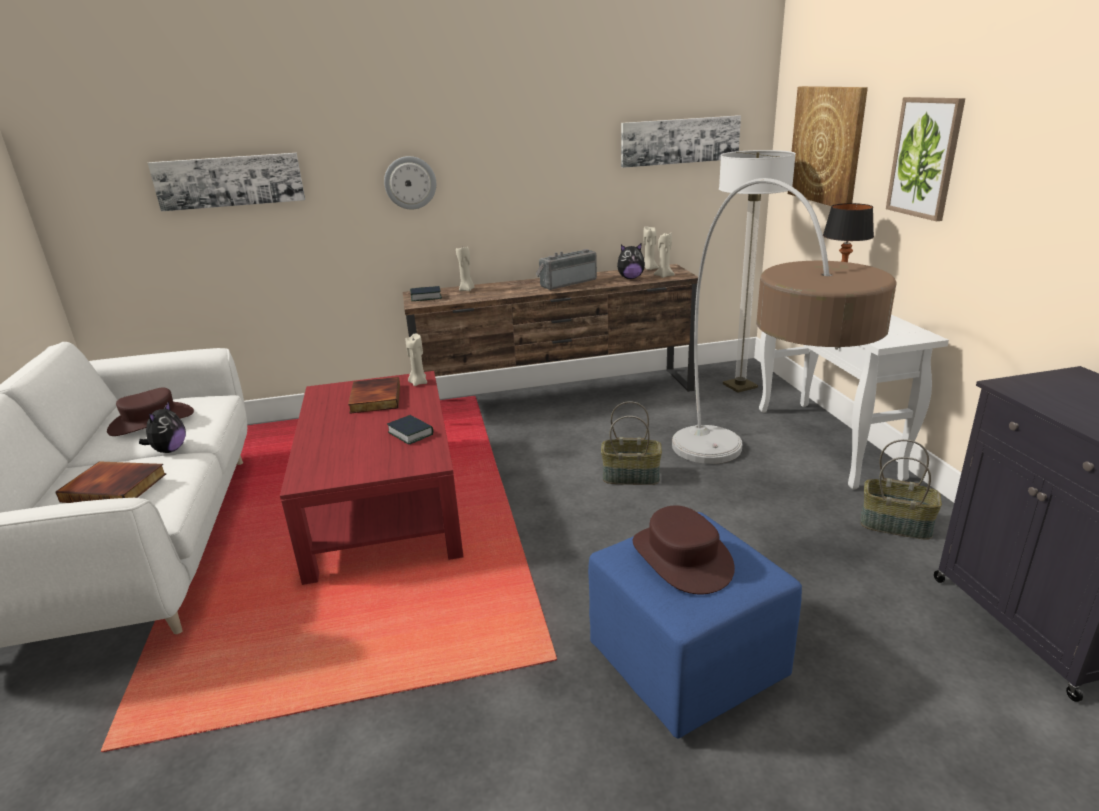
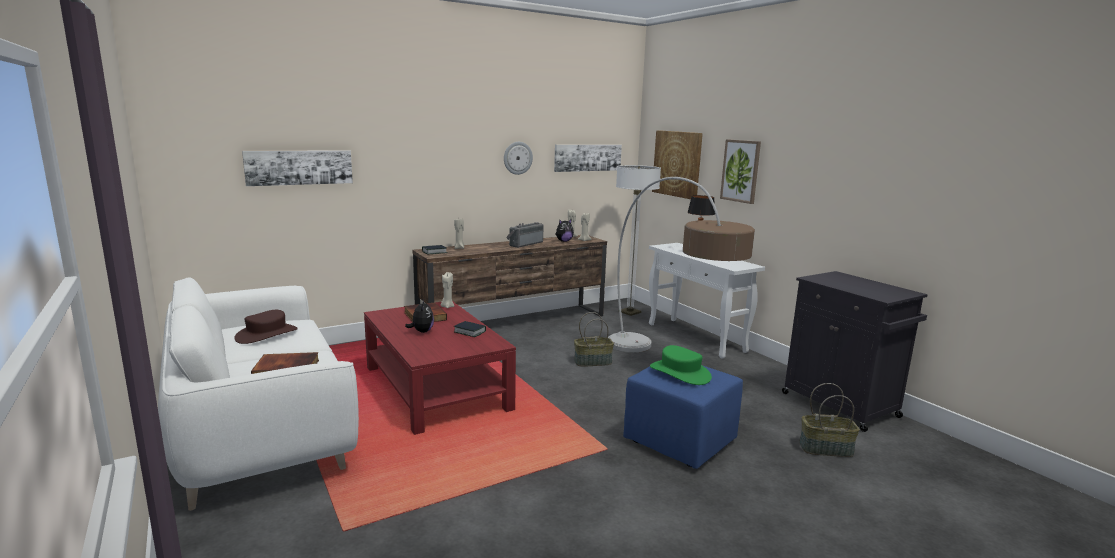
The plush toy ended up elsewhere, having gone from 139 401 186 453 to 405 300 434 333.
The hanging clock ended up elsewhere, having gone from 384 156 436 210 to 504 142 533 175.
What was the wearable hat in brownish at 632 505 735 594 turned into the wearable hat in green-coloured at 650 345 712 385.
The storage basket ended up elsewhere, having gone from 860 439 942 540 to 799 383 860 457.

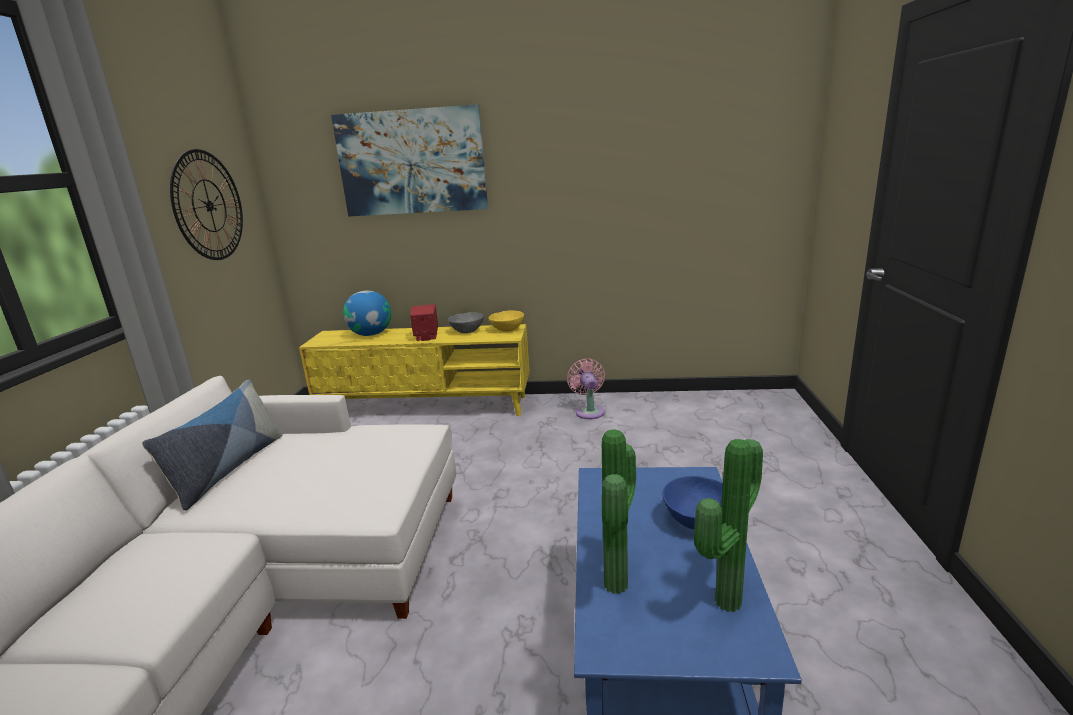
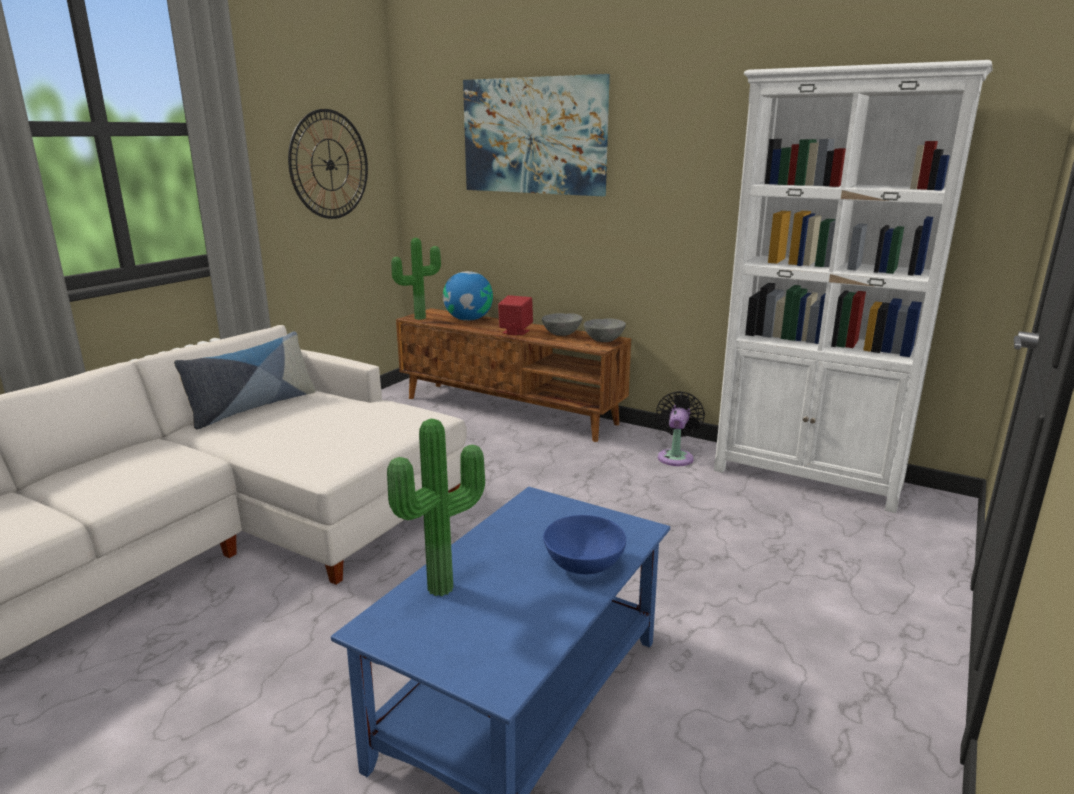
What was the tv stand in yellow at 299 324 530 416 turned into the tv stand in brownish at 396 308 631 442.
What was the bowl in yellow at 489 310 524 332 turned into the bowl in gray at 584 318 626 342.
What was the fan in pinkish at 567 359 605 419 turned into the fan in blackish at 656 391 705 466.
The plant in a pot ended up elsewhere, having gone from 694 439 763 612 to 391 238 441 320.
The second view gained the shelving unit in whitish at 714 60 993 513.

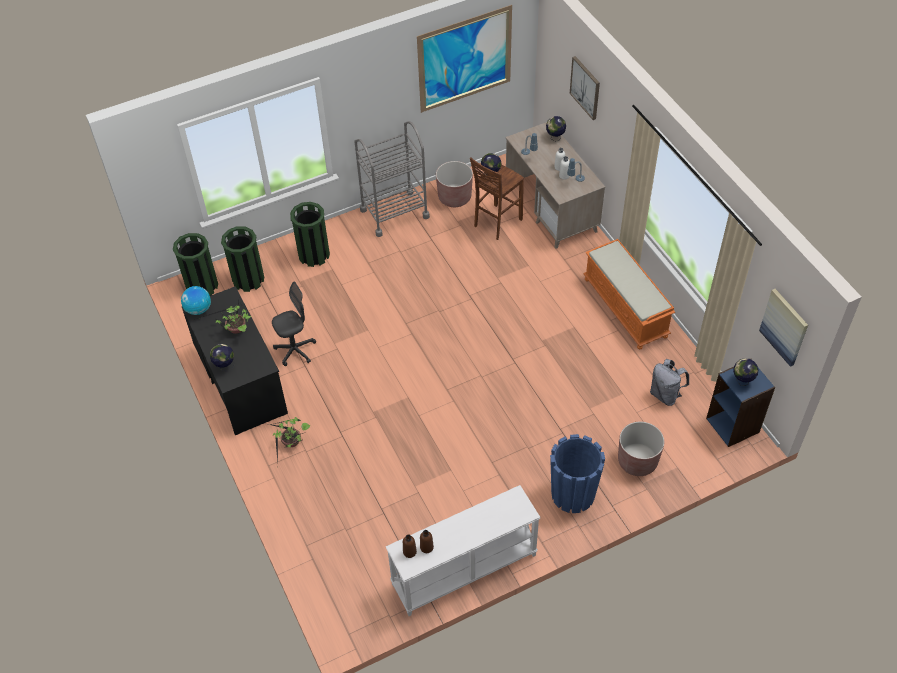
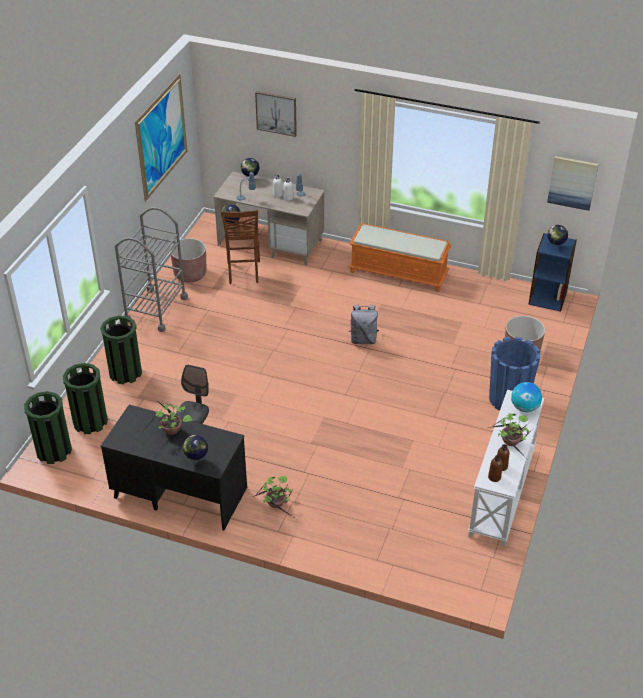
The world globe ended up elsewhere, having gone from 181 286 211 315 to 511 382 542 412.
The knapsack in gray ended up elsewhere, having gone from 650 359 690 406 to 349 304 379 344.
The second view gained the plant in a pot at 488 413 532 458.

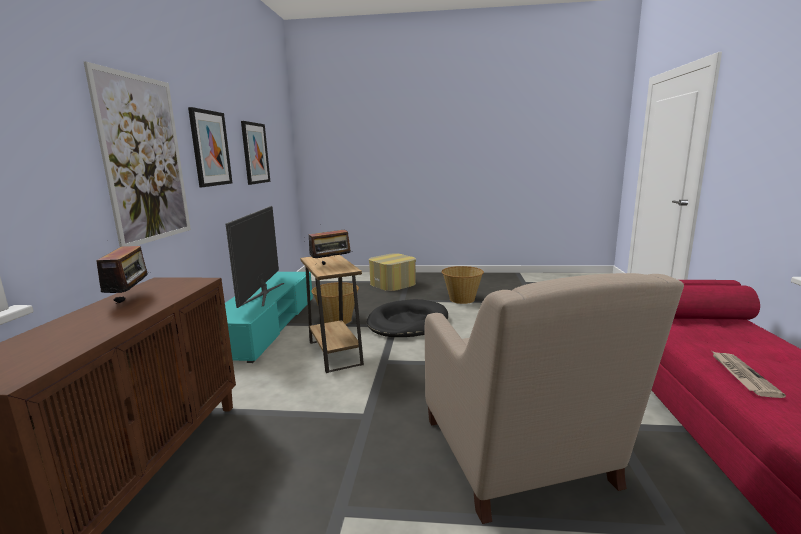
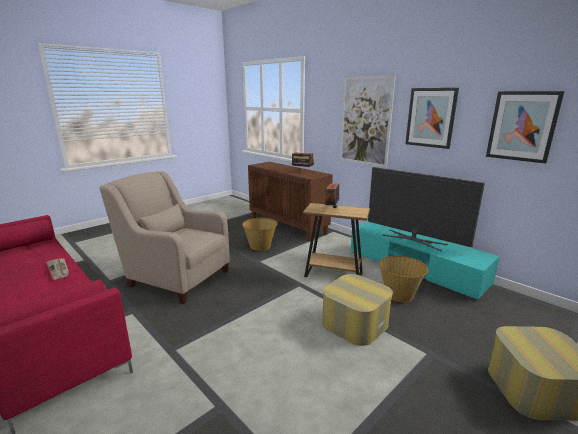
Where the dog cushion in blackish stood at 367 299 448 337, the pouffe came to stand at 322 274 393 346.
The storage basket ended up elsewhere, having gone from 442 266 484 304 to 242 218 278 251.

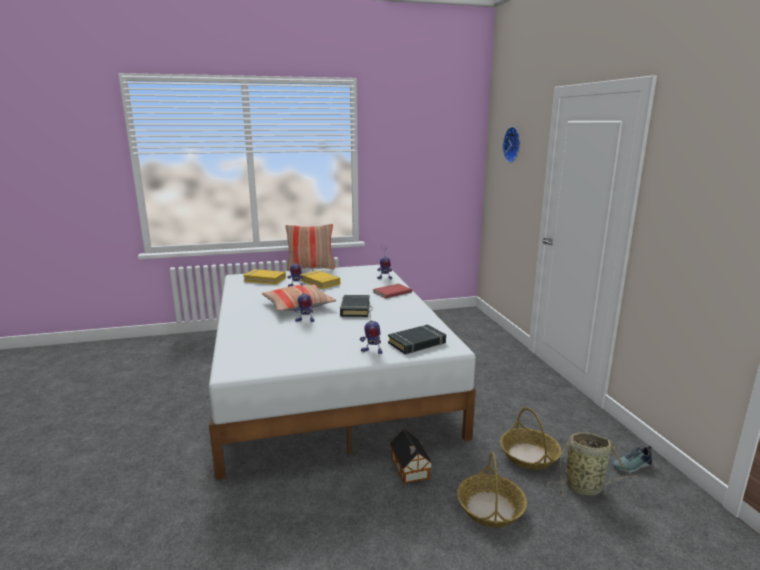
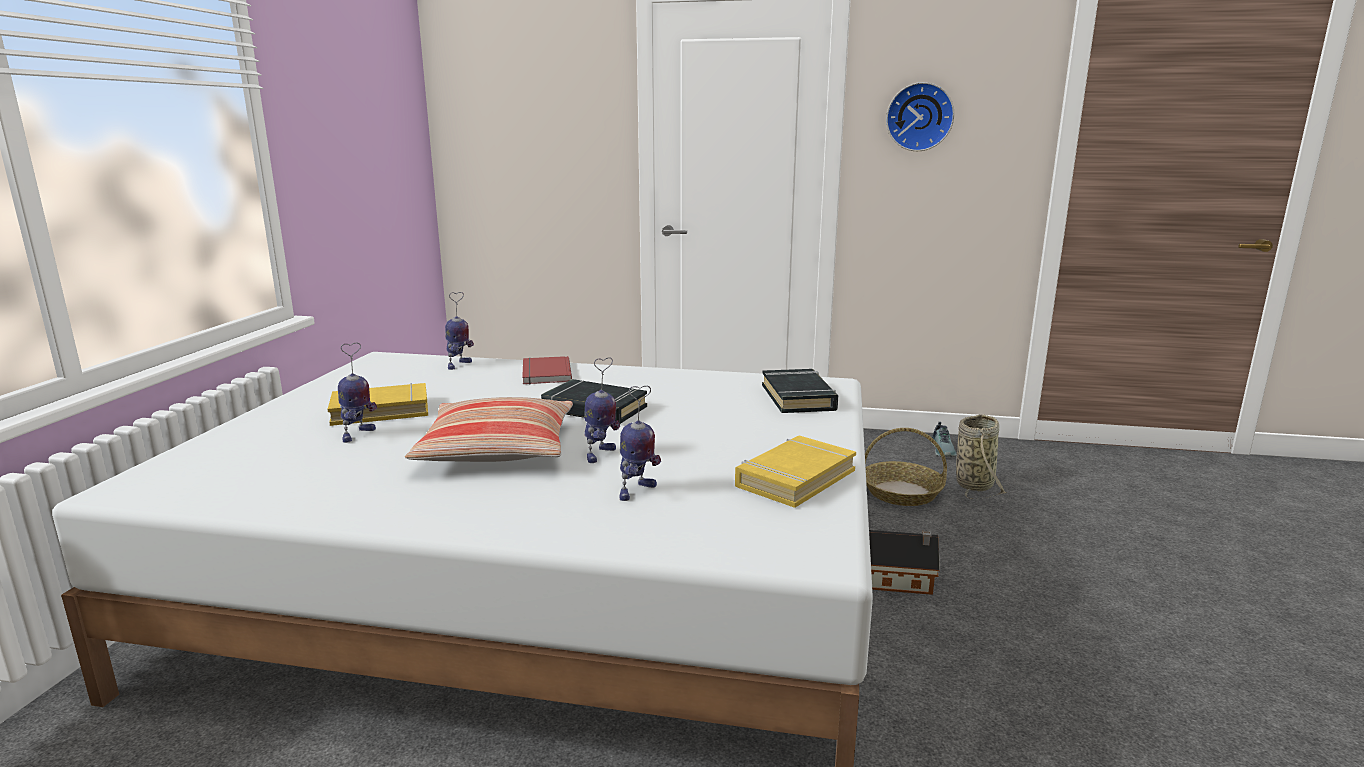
The book in yellow ended up elsewhere, having gone from 243 269 286 284 to 735 436 856 508.
The second view lost the cushion at 285 224 335 271.
The toy robot ended up elsewhere, having gone from 360 304 382 354 to 620 386 661 501.
The second view lost the storage basket at 457 452 527 527.
The hanging clock ended up elsewhere, having gone from 503 127 520 163 to 886 82 954 151.

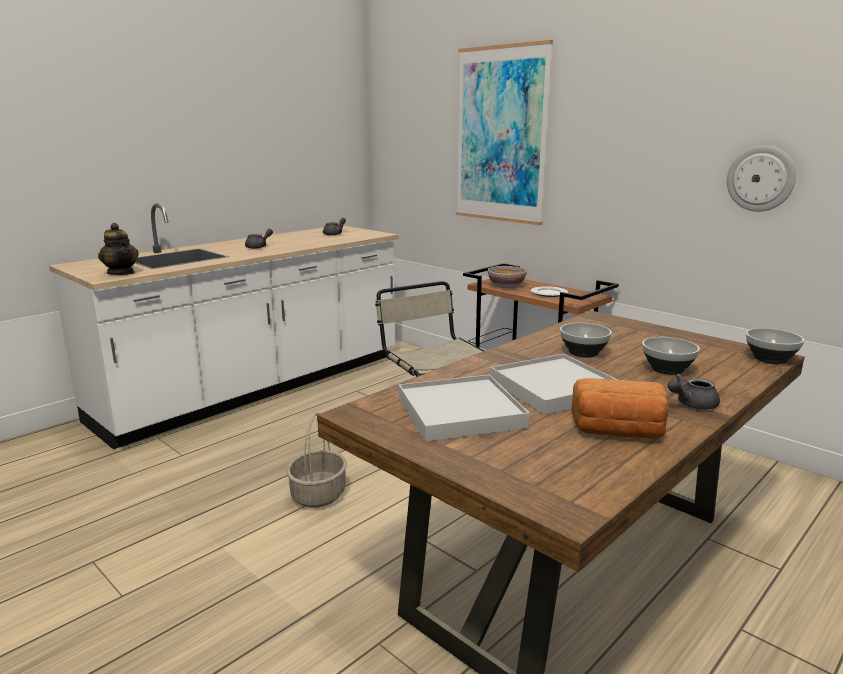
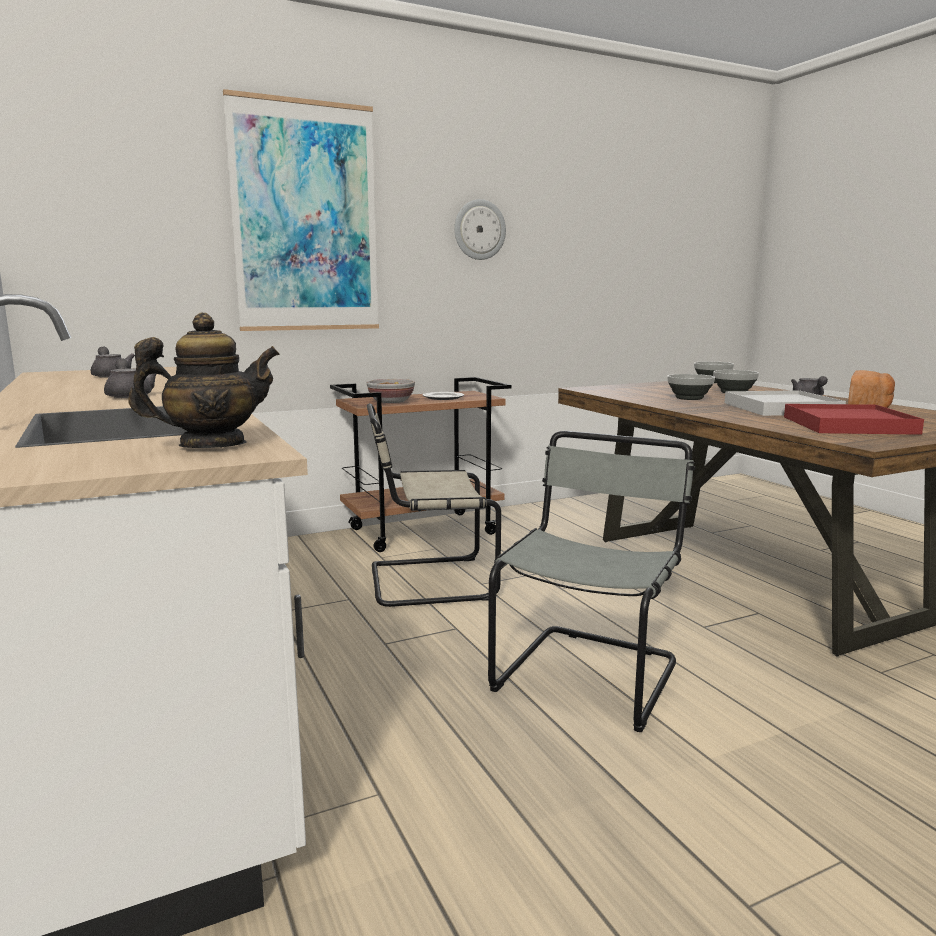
Where the storage basket stood at 286 413 347 508, the upright chair in gray came to stand at 488 431 696 732.
What was the serving tray in whitish at 398 375 530 442 turned into the serving tray in reddish at 784 404 924 435.
The hanging clock ended up elsewhere, having gone from 727 145 796 212 to 454 199 506 260.

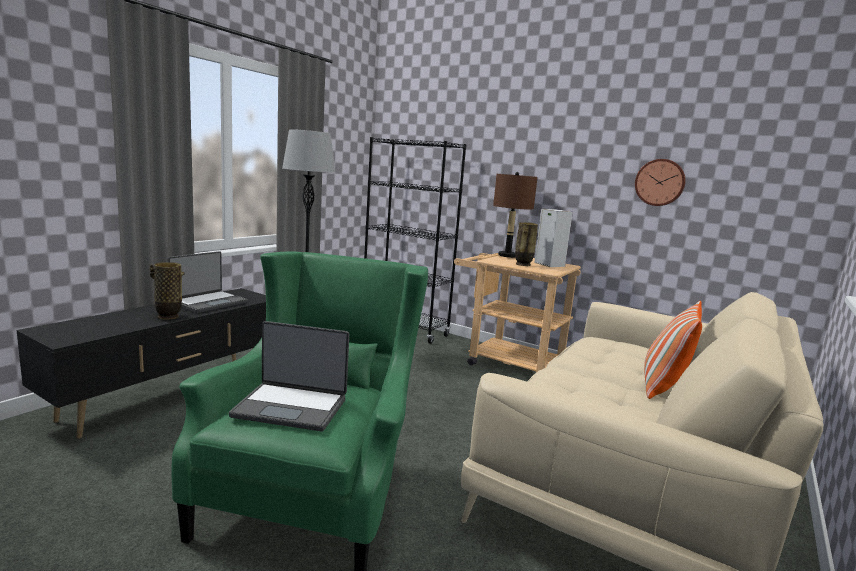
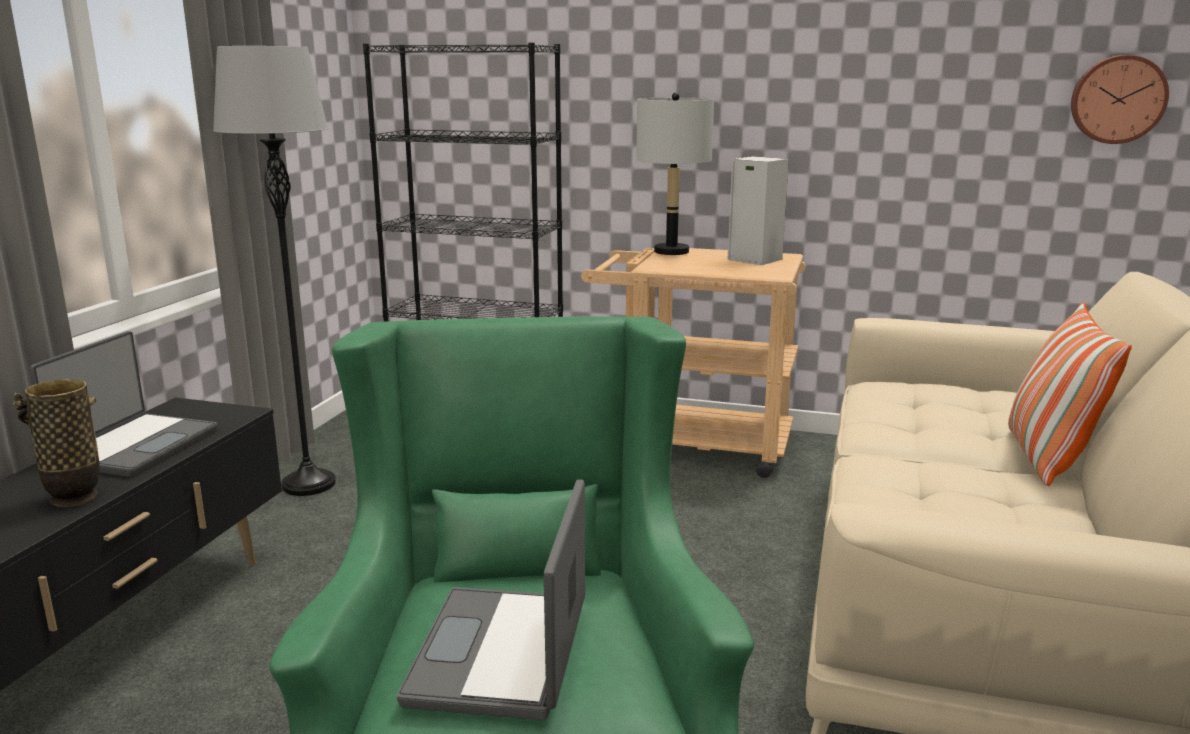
The notebook computer at 229 321 349 431 ended up facing another way, 105 degrees clockwise from before.
What was the lamp for a table in brownish at 493 172 538 258 turned into the lamp for a table in gray at 636 92 714 255.
The second view lost the decorative vase at 515 222 538 266.
The hanging clock ended up elsewhere, having gone from 635 159 686 206 to 1071 55 1169 144.

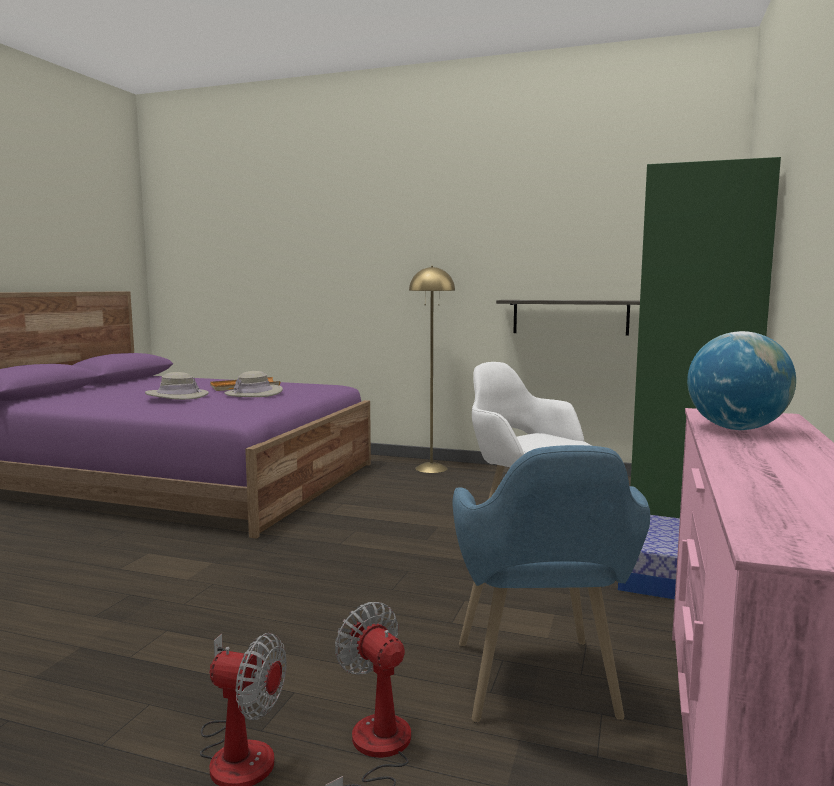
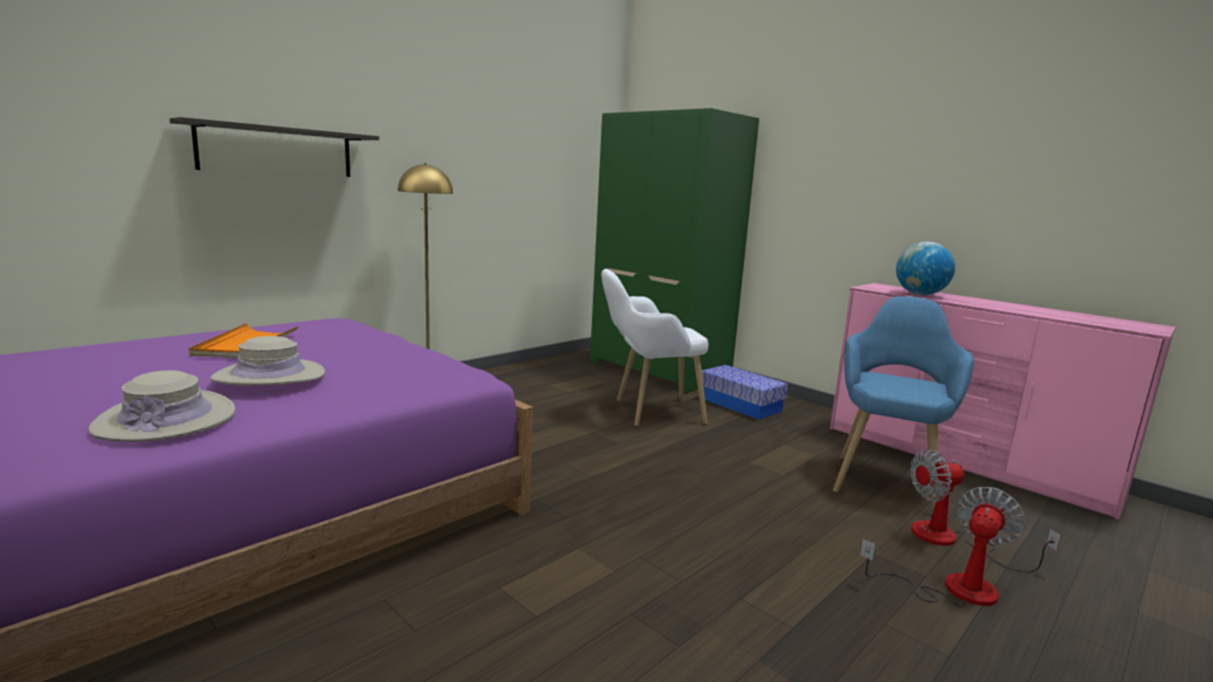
The wearable hat in beige ended up elsewhere, having gone from 225 371 283 397 to 88 370 236 442.
The easy chair in blue-coloured at 453 445 650 723 ended up facing another way, 90 degrees counterclockwise from before.
The bracket shelf ended up elsewhere, having gone from 496 300 640 336 to 169 117 379 177.

